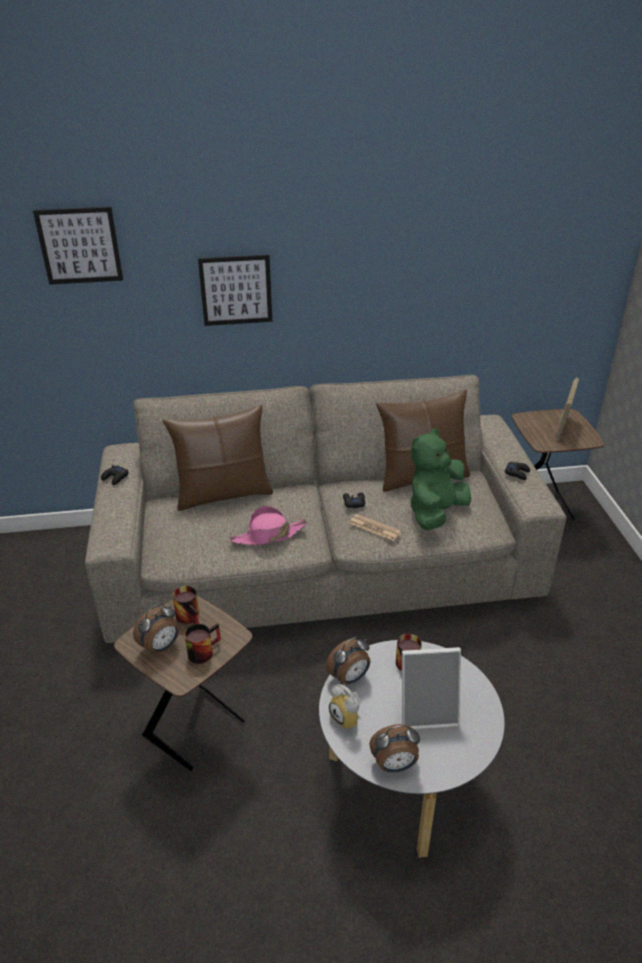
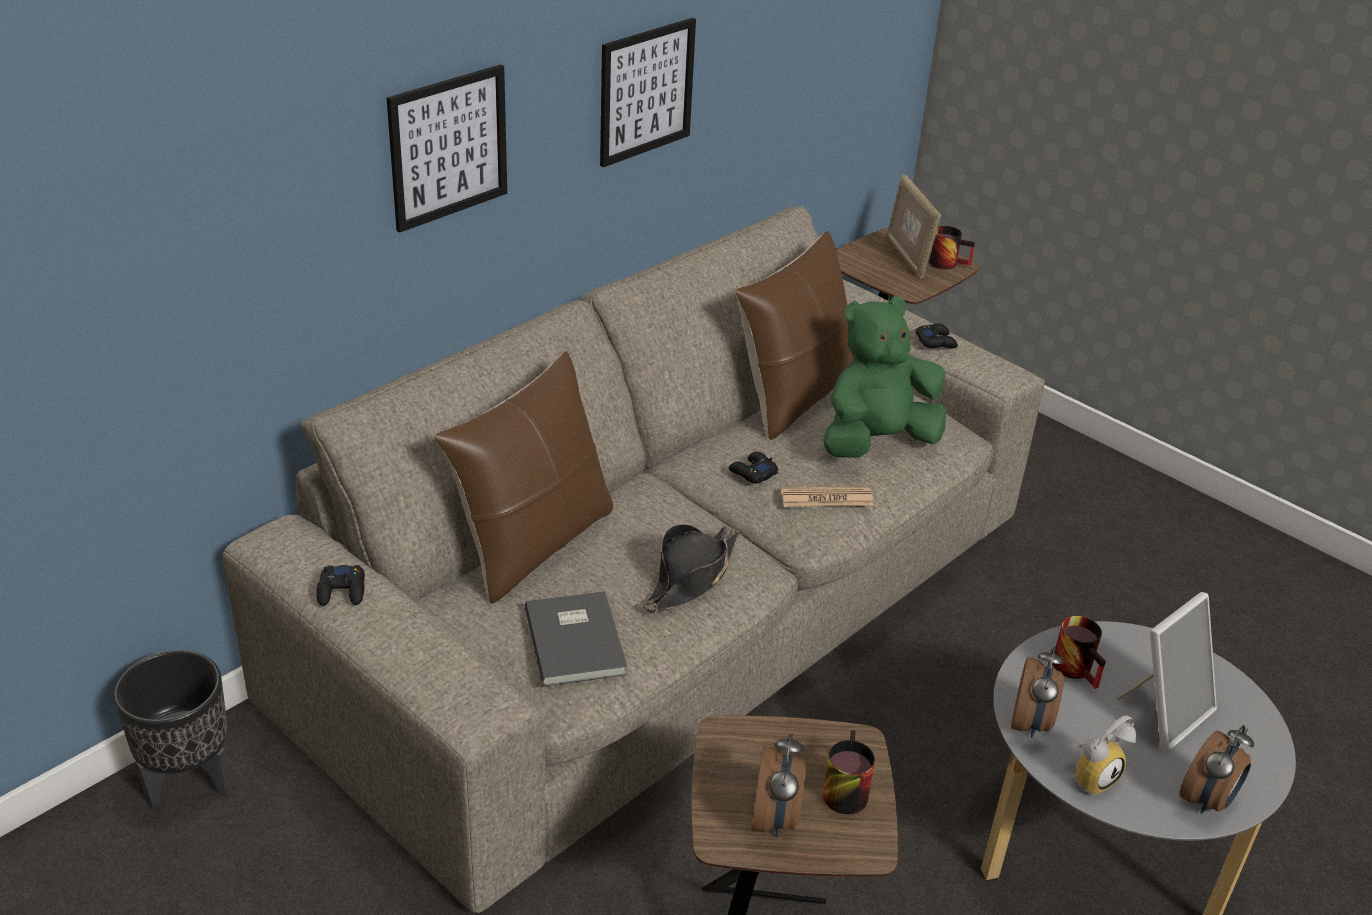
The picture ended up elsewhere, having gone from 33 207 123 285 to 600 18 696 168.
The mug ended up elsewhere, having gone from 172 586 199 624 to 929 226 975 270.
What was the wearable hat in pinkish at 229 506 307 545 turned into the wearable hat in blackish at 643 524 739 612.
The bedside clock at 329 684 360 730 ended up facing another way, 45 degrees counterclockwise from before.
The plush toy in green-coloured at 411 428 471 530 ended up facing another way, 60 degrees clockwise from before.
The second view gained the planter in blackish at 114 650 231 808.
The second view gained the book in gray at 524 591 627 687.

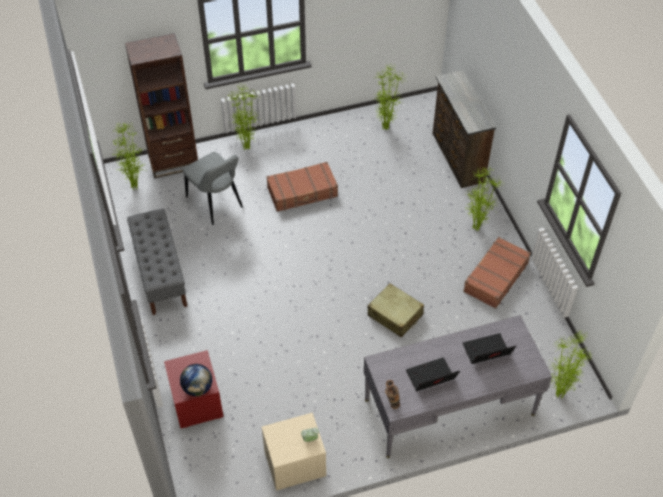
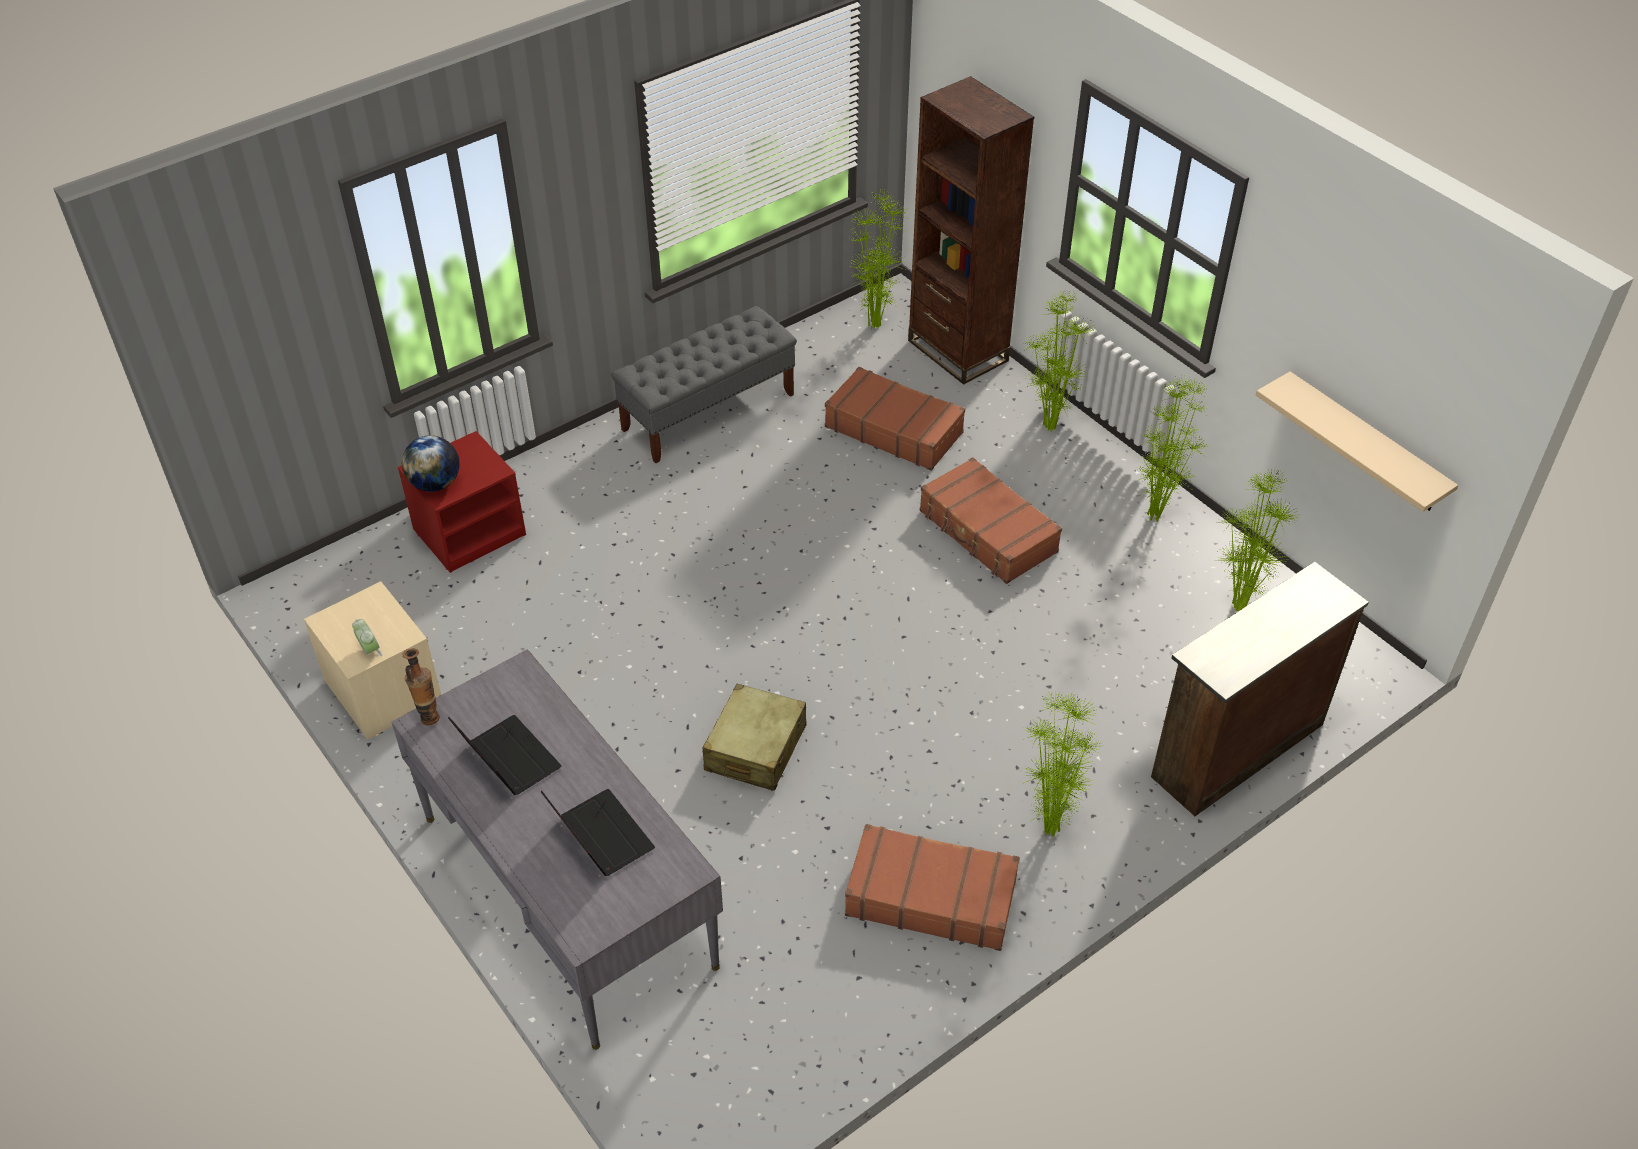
Where the upright chair in gray stood at 183 152 243 225, the travel case in brownish came to stand at 825 367 965 471.
The plant in a pot ended up elsewhere, having gone from 550 329 592 398 to 1137 374 1206 522.
The second view gained the bracket shelf in beige at 1256 371 1458 512.

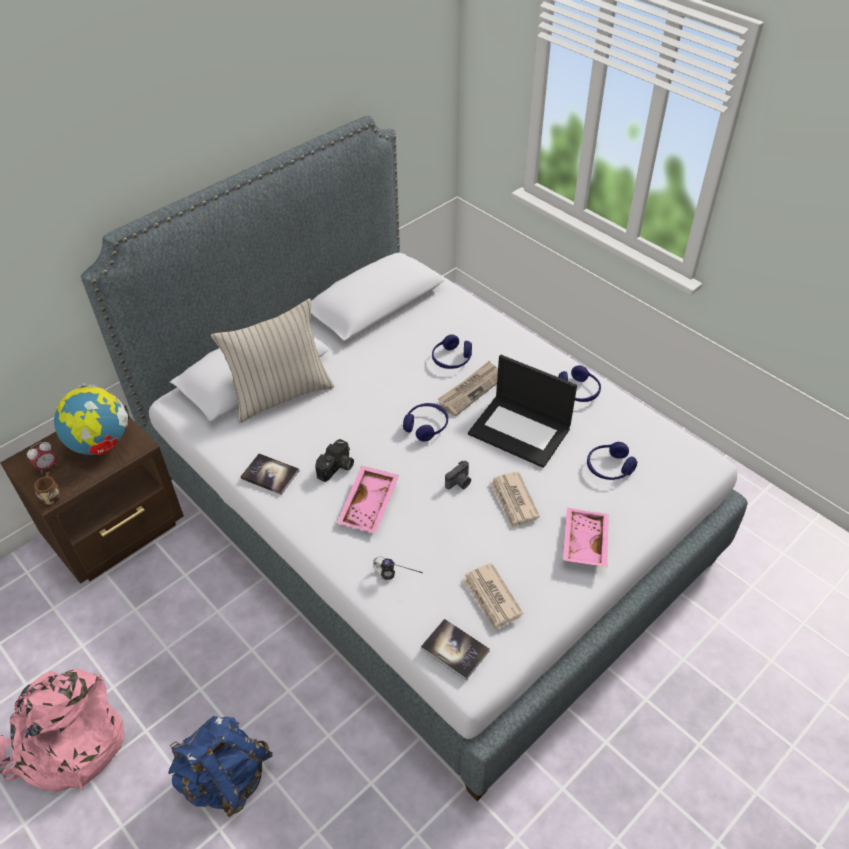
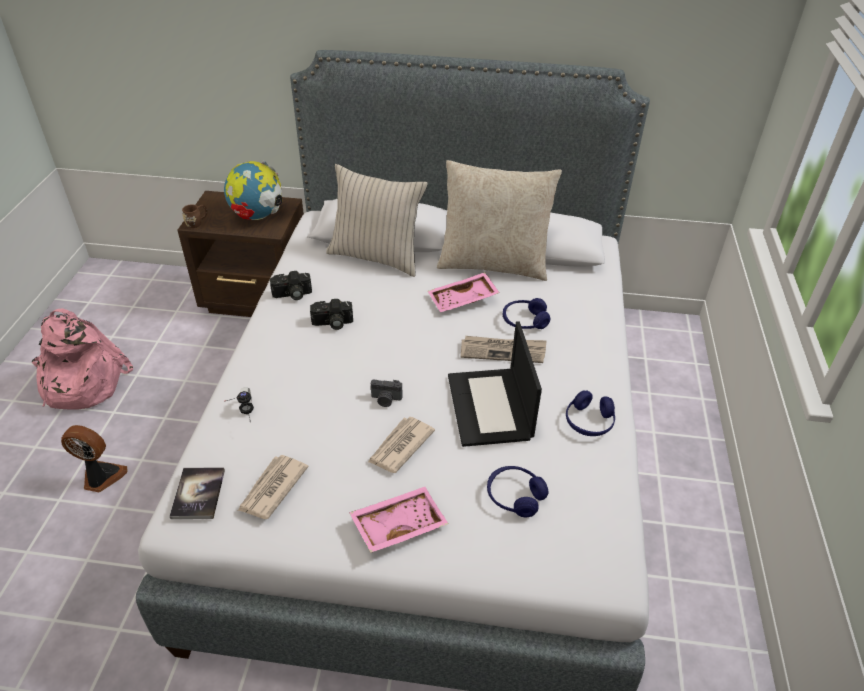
The second view lost the bedside clock at 27 442 57 474.
Where the knapsack in blue-coloured stood at 168 716 272 817, the fan came to stand at 61 425 128 492.
Where the book stood at 240 453 299 495, the photo camera came to stand at 270 271 312 300.
The serving tray in pinkish ended up elsewhere, having gone from 337 466 399 533 to 428 272 499 313.
The second view lost the headset in blue-coloured at 403 403 448 442.
The second view gained the cushion in beige at 437 160 562 281.

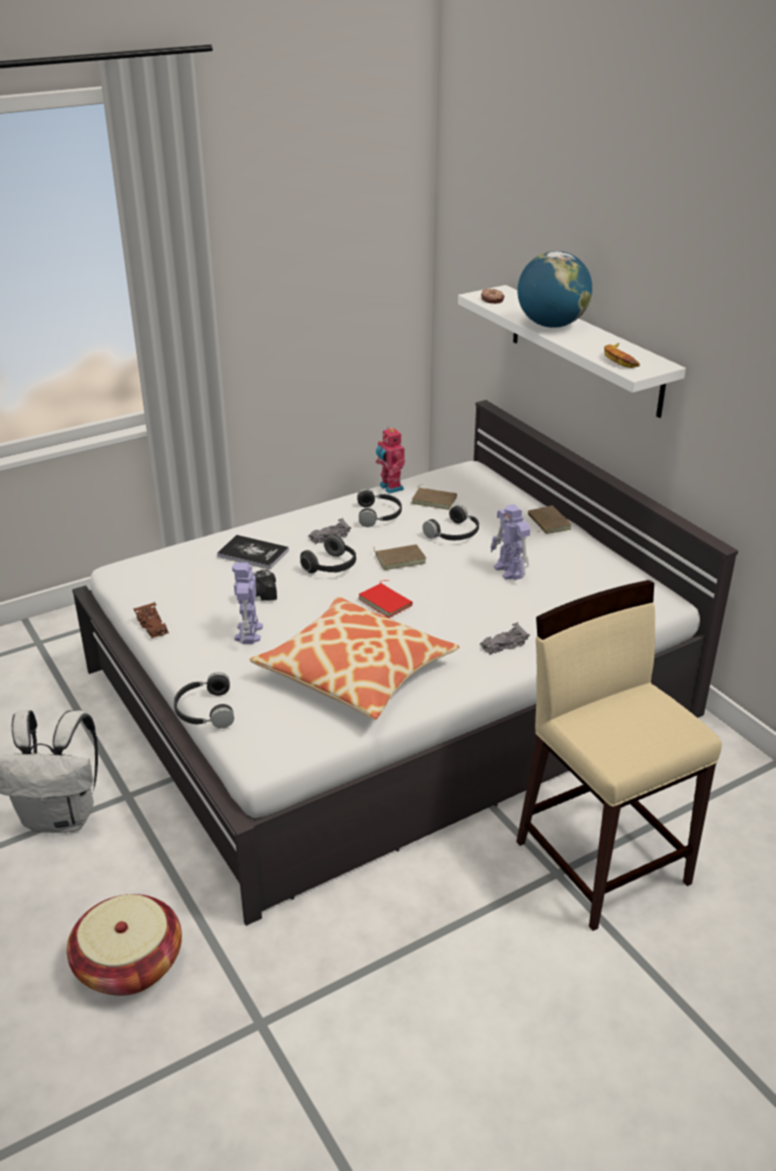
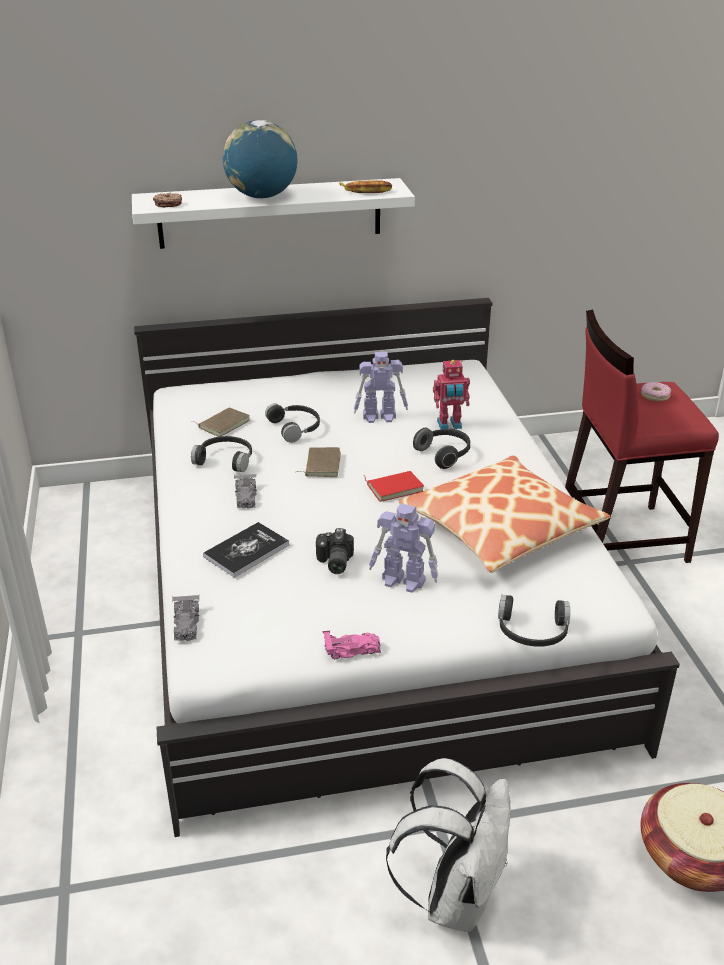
What was the miniature car in brownish at 133 602 169 638 turned into the miniature car in pinkish at 322 631 381 659.
The headset ended up elsewhere, having gone from 300 534 356 573 to 413 428 470 469.
The toy robot ended up elsewhere, having gone from 376 428 405 494 to 433 360 470 429.
The miniature car in gray ended up elsewhere, having gone from 480 622 530 655 to 172 595 200 641.
What was the sitting stool in beige at 516 580 722 931 turned into the sitting stool in reddish at 565 309 719 563.
The second view lost the book in brownish at 528 506 572 534.
The second view gained the ring doughnut at 641 382 671 402.

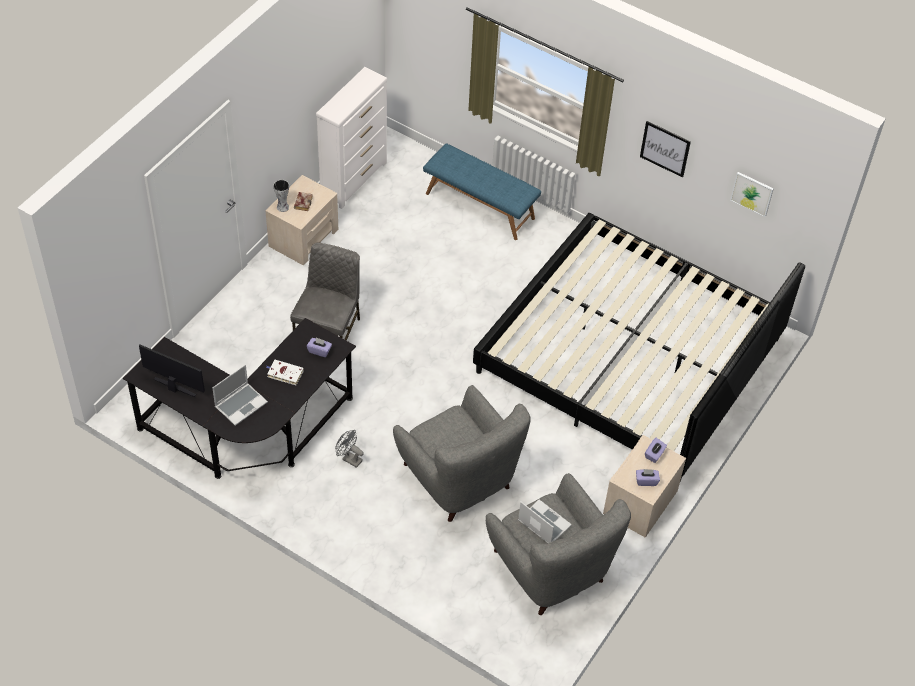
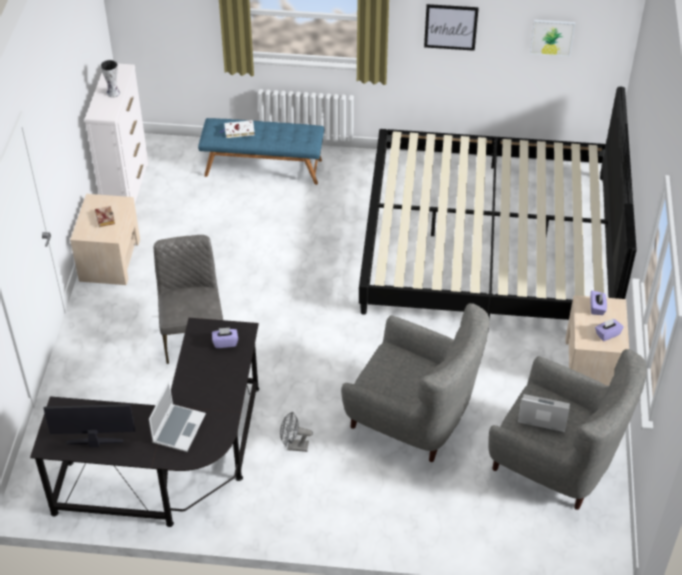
The book in whitish ended up elsewhere, having gone from 266 360 304 385 to 220 120 255 138.
The decorative vase ended up elsewhere, having gone from 273 180 289 212 to 100 60 120 97.

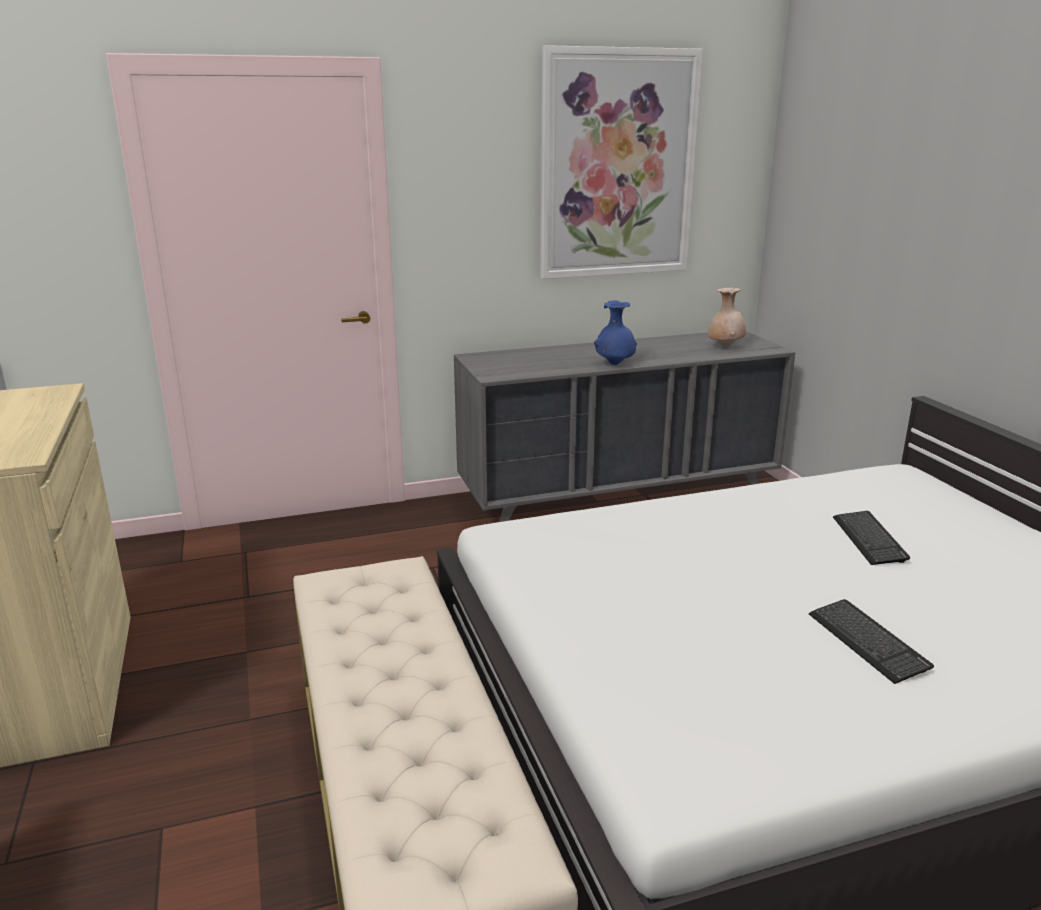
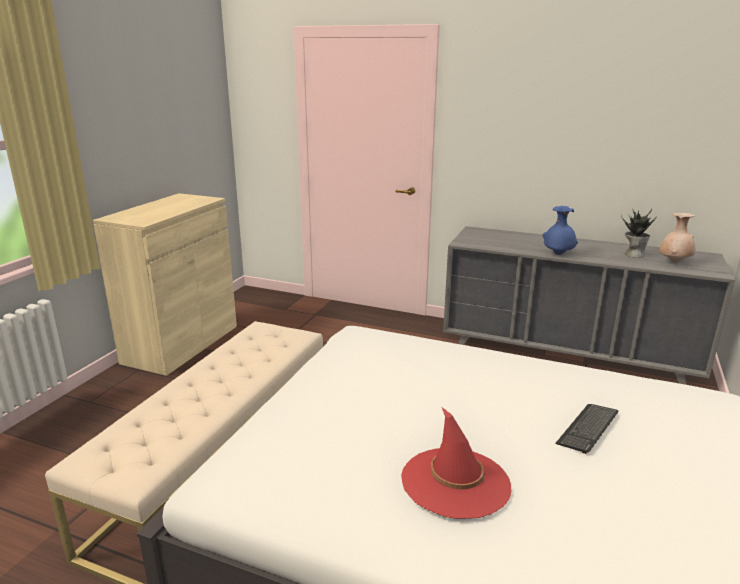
The second view lost the picture at 540 45 703 279.
Where the computer keyboard stood at 809 599 934 684, the wearable hat in reddish came to stand at 401 407 512 519.
The second view gained the plant in a pot at 621 209 657 258.

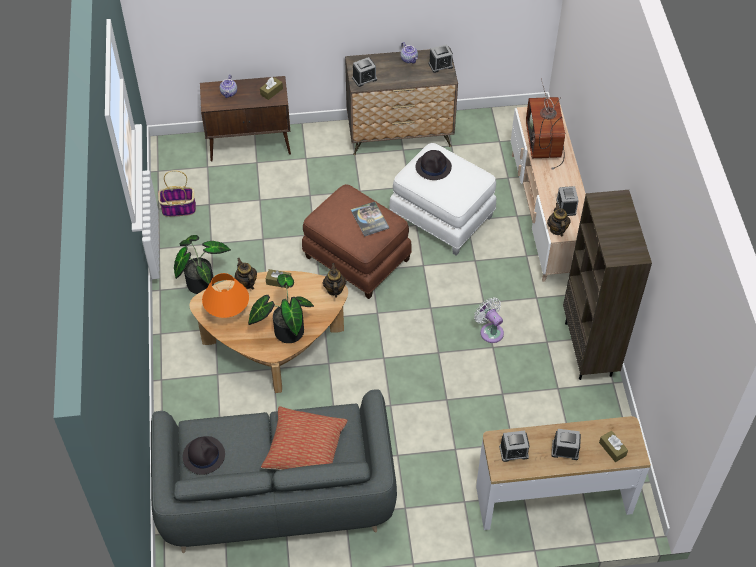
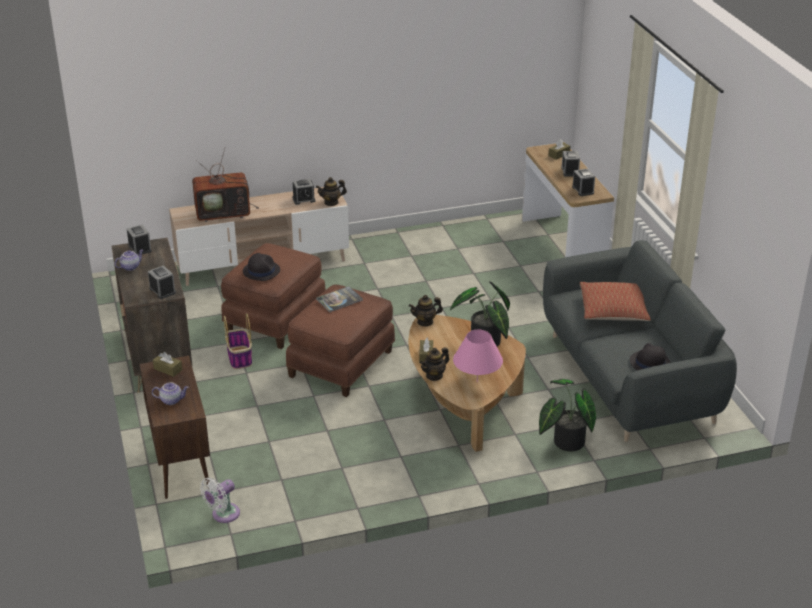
The storage basket ended up elsewhere, having gone from 158 170 196 217 to 224 313 252 369.
The plant in a pot ended up elsewhere, having gone from 174 235 231 294 to 539 379 596 452.
What was the lamp for a table in orange at 202 273 249 318 turned into the lamp for a table in pinkish at 453 330 503 382.
What was the pouffe in whitish at 389 143 496 256 turned into the pouffe in brownish at 221 243 326 349.
The fan in whitish ended up elsewhere, having gone from 474 298 504 343 to 200 477 240 523.
The second view lost the shelving unit in brownish at 563 190 652 380.

